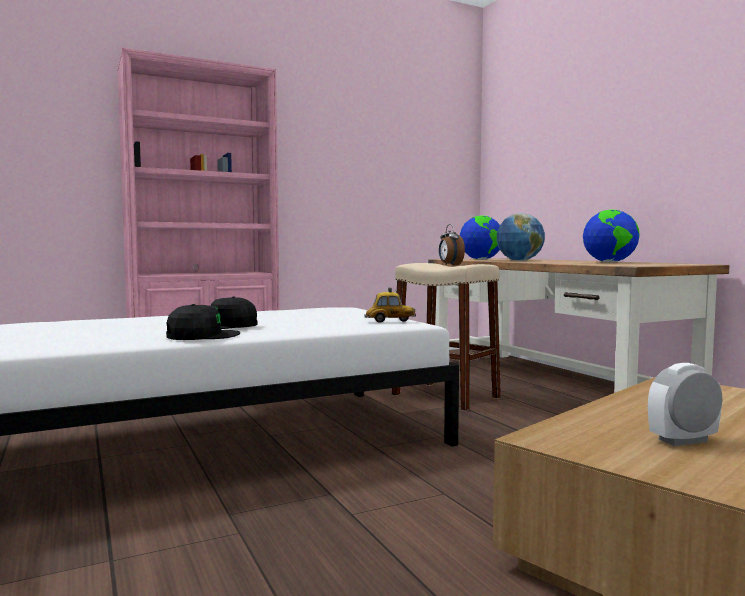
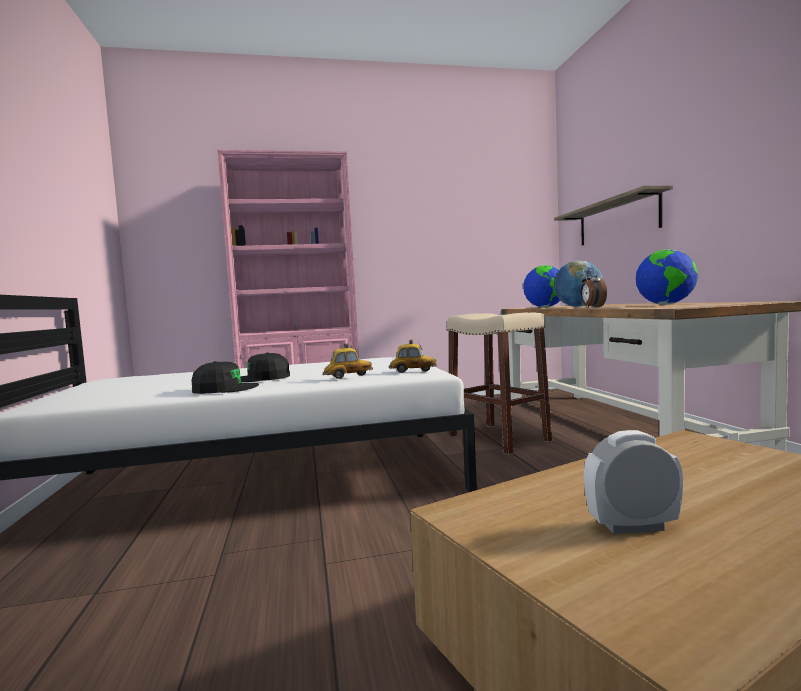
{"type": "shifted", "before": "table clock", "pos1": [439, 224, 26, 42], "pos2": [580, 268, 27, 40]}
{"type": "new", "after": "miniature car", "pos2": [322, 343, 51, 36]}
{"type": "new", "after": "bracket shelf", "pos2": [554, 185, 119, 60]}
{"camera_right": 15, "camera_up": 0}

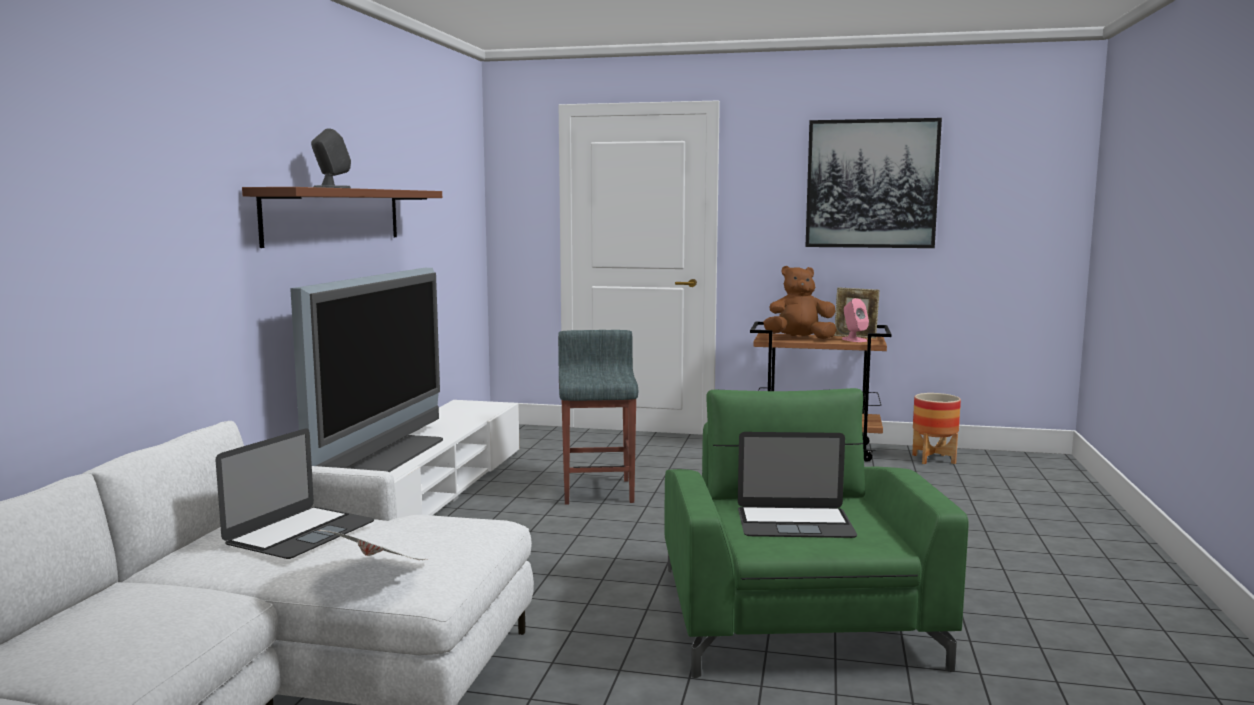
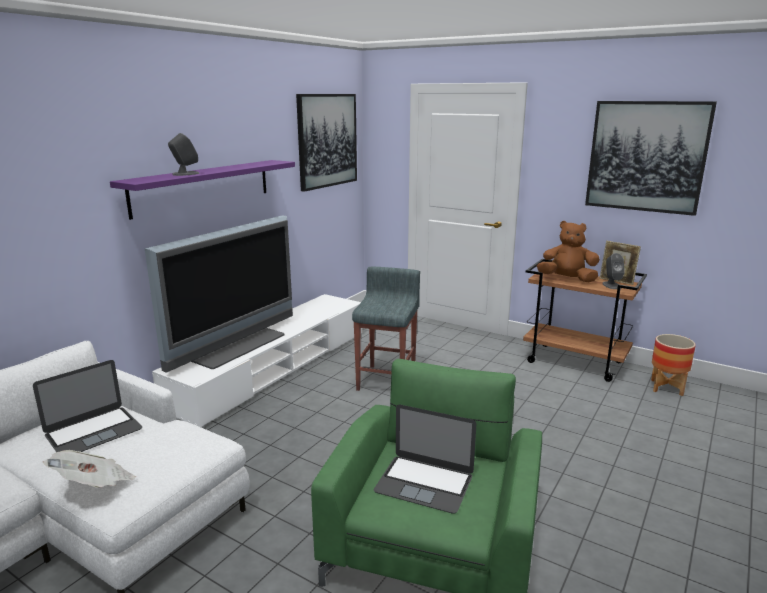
{"type": "repainted", "before": "brownish bracket shelf", "after": "purple-coloured bracket shelf", "pos1": [242, 187, 200, 61], "pos2": [110, 160, 185, 60]}
{"type": "repainted", "before": "pink speaker", "after": "grey speaker", "pos1": [842, 298, 27, 44], "pos2": [602, 253, 22, 36]}
{"type": "new", "after": "wall art", "pos2": [296, 94, 61, 98]}
{"camera_right": 20, "camera_up": 10}

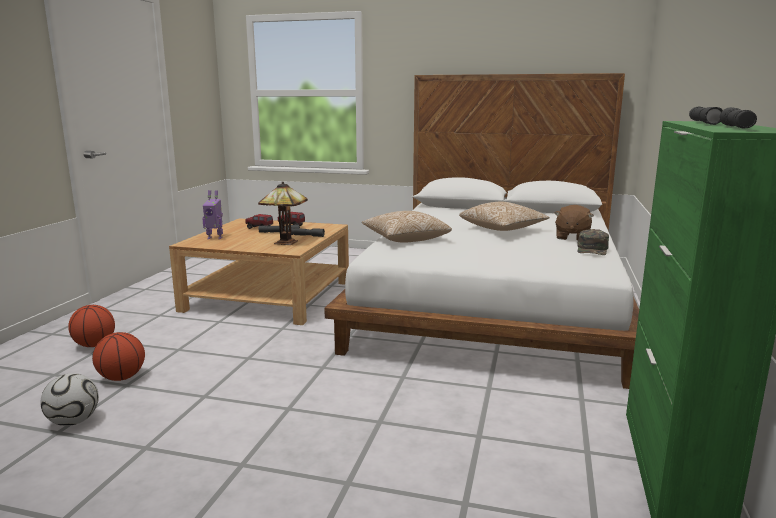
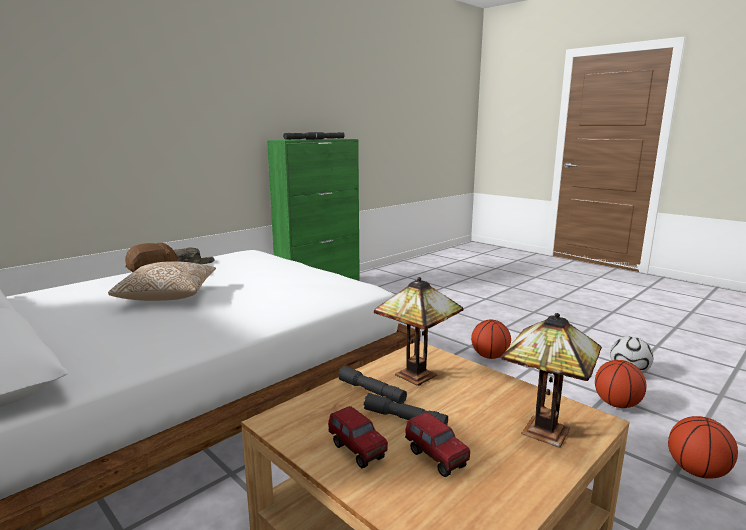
{"type": "swapped", "before": "toy robot", "after": "tabletop lamp", "pos1": [203, 190, 20, 49], "pos2": [502, 313, 100, 135]}
{"type": "gone", "before": "throw pillow", "pos1": [362, 211, 90, 32]}
{"type": "new", "after": "ball for basketball", "pos2": [471, 319, 40, 40]}
{"camera_right": -150, "camera_up": 0}

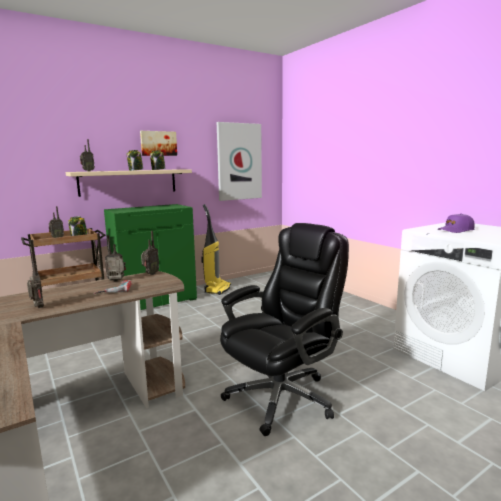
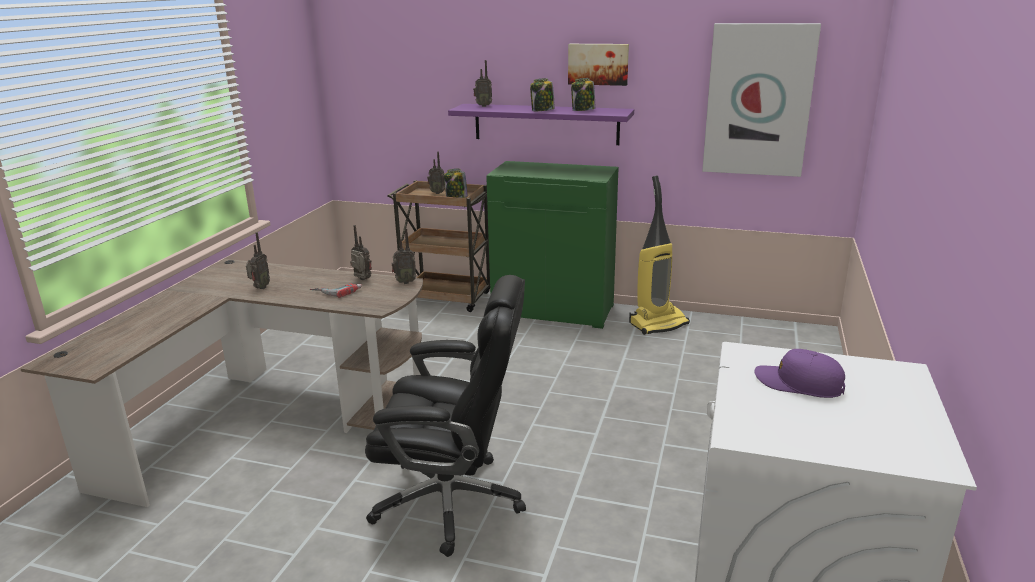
{"type": "repainted", "before": "beige bracket shelf", "after": "purple-coloured bracket shelf", "pos1": [66, 169, 126, 28], "pos2": [448, 104, 186, 41]}
{"camera_right": 50, "camera_up": 10}

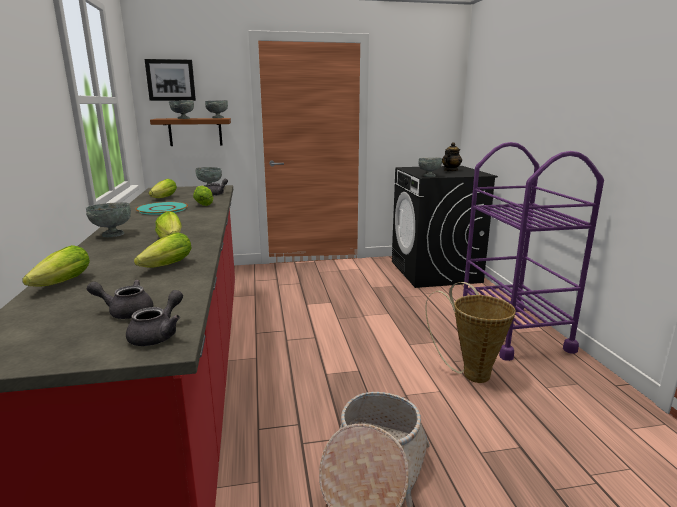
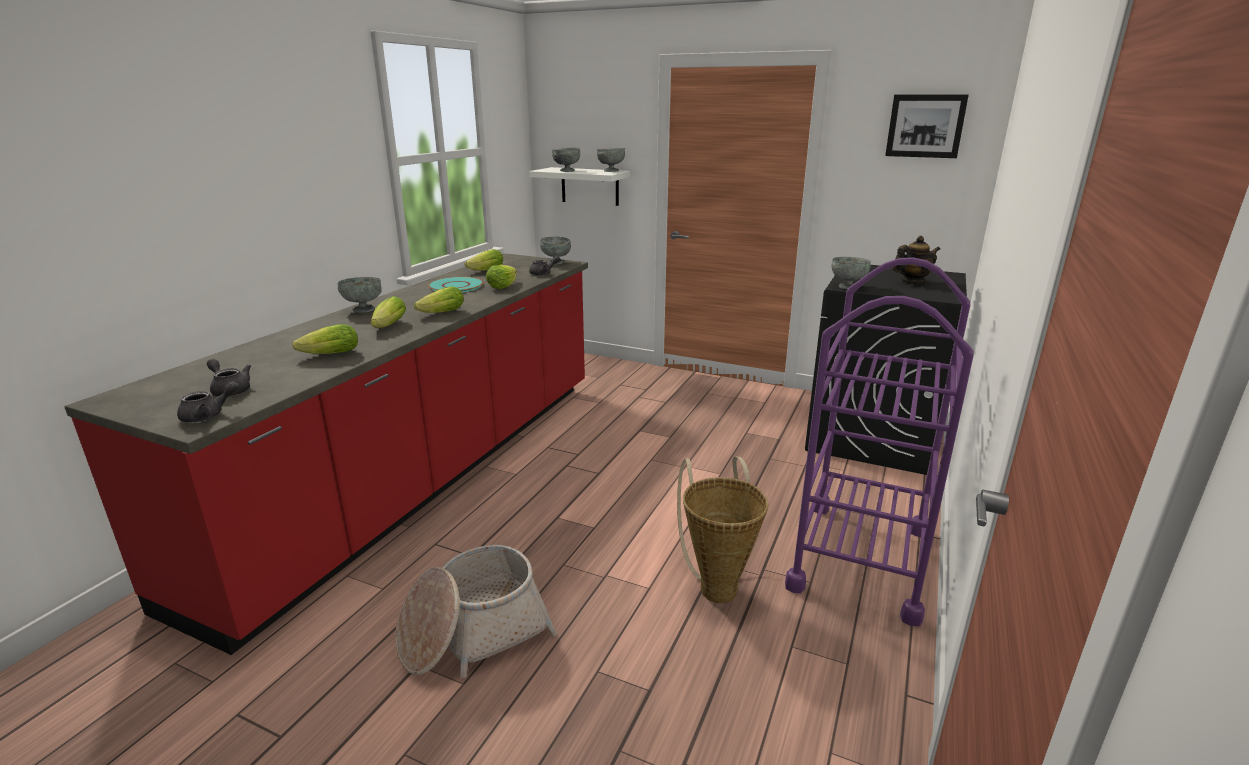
{"type": "shifted", "before": "head of lettuce", "pos1": [22, 245, 68, 42], "pos2": [414, 286, 50, 27]}
{"type": "shifted", "before": "wall art", "pos1": [145, 59, 51, 42], "pos2": [885, 94, 84, 64]}
{"type": "repainted", "before": "brownish bracket shelf", "after": "white-coloured bracket shelf", "pos1": [150, 118, 81, 28], "pos2": [529, 167, 101, 39]}
{"camera_right": 35, "camera_up": 5}

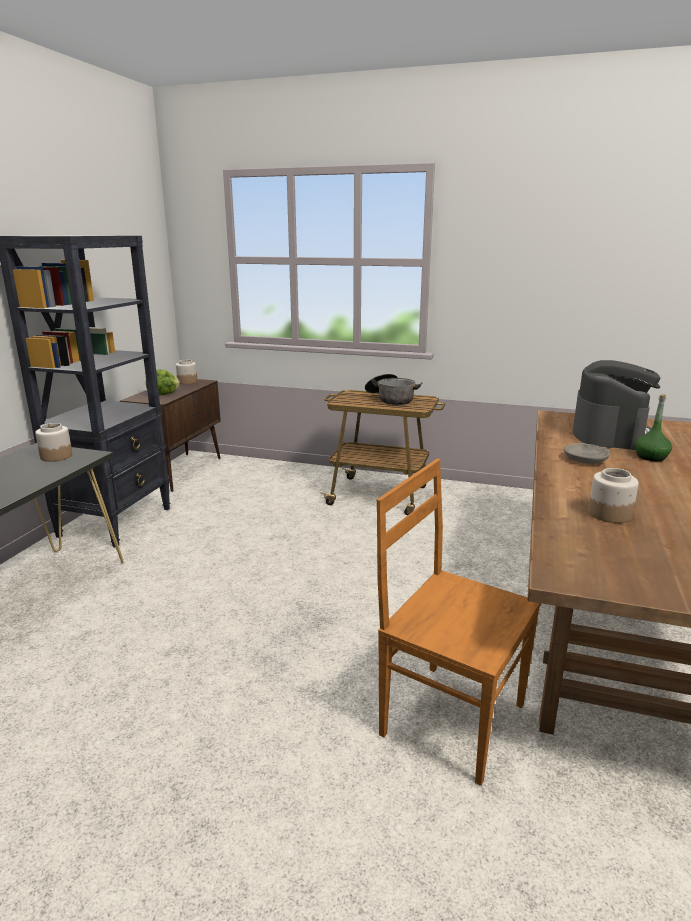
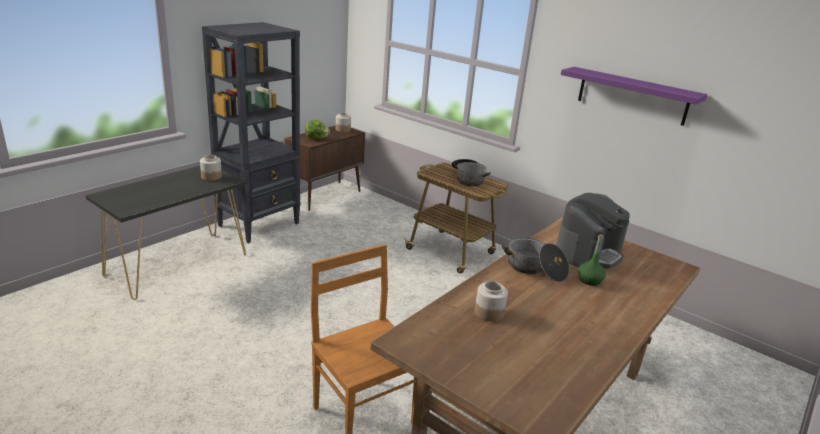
{"type": "swapped", "before": "grey deep dish", "after": "cooking pot", "pos1": [564, 443, 46, 21], "pos2": [502, 237, 67, 45]}
{"type": "new", "after": "purple-coloured bracket shelf", "pos2": [561, 67, 146, 59]}
{"camera_right": 20, "camera_up": 5}

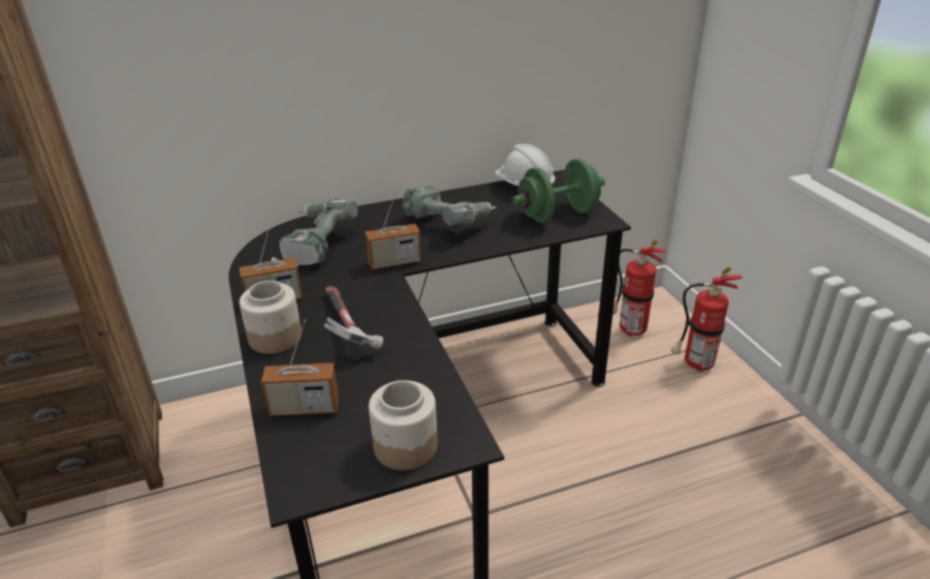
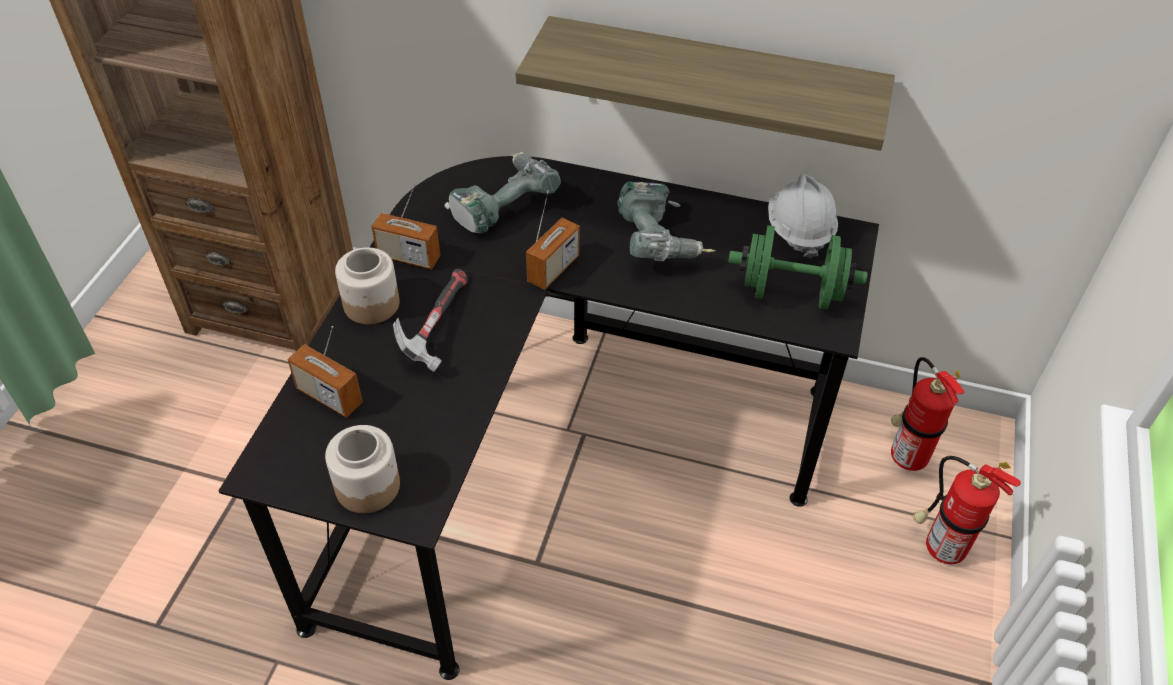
{"type": "rotated", "before": "radio set", "pos1": [365, 189, 57, 81], "pos2": [526, 191, 54, 99], "turn": -75}
{"type": "new", "after": "bracket shelf", "pos2": [516, 16, 379, 135]}
{"camera_right": 35, "camera_up": 15}

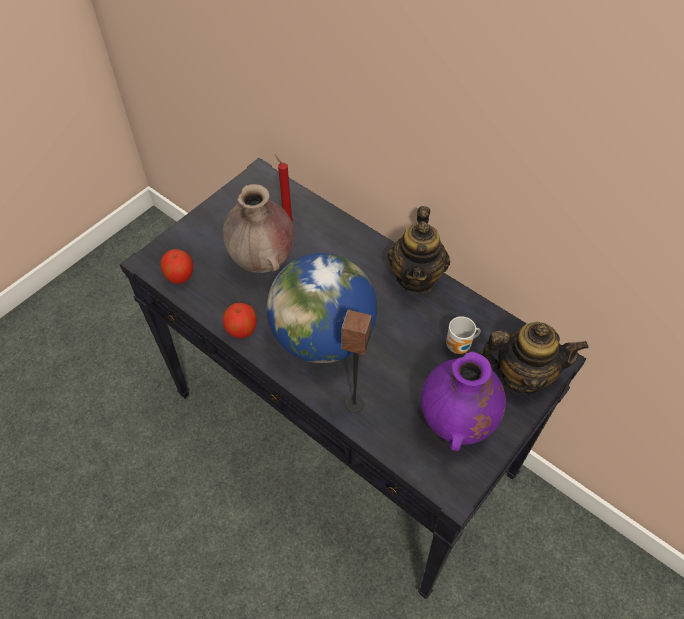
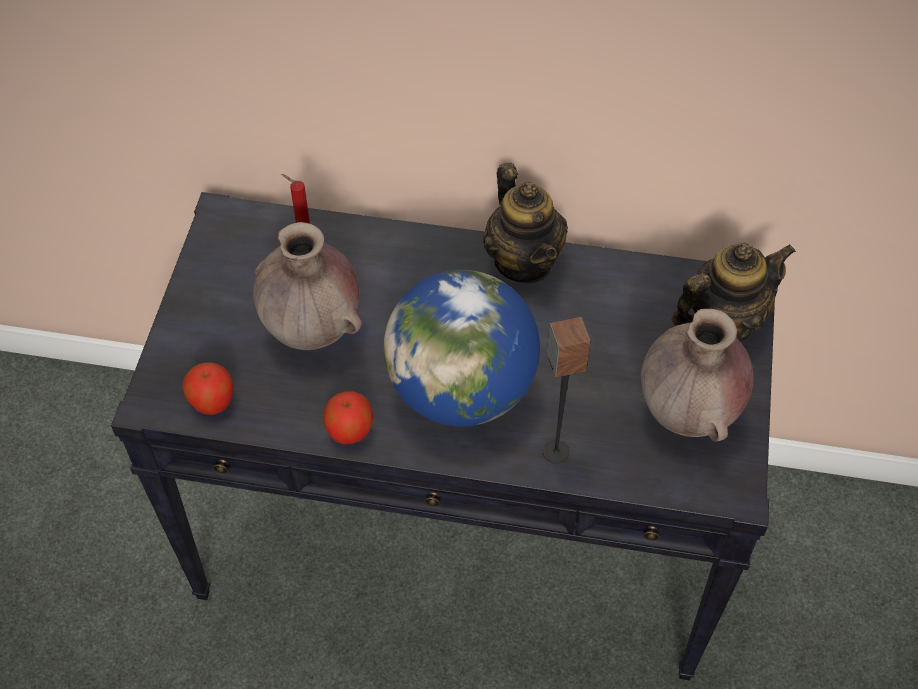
{"type": "repainted", "before": "purple-coloured flower vase", "after": "brownish flower vase", "pos1": [421, 352, 85, 99], "pos2": [641, 309, 112, 133]}
{"type": "gone", "before": "mug", "pos1": [446, 316, 35, 38]}
{"camera_right": -30, "camera_up": 0}

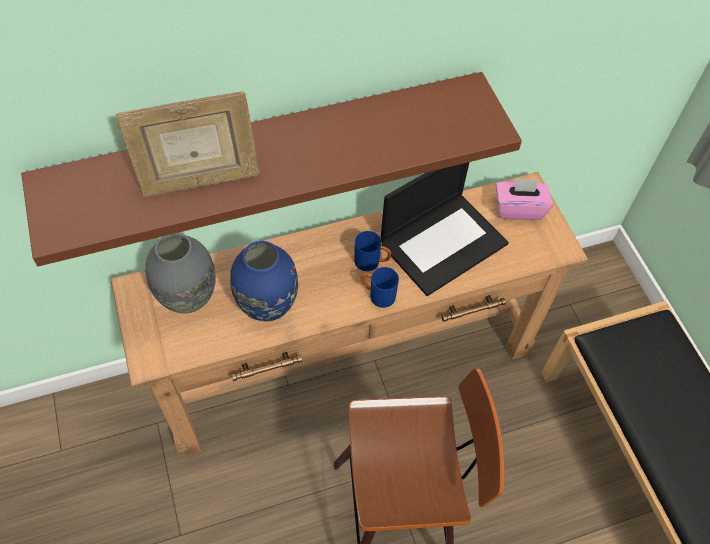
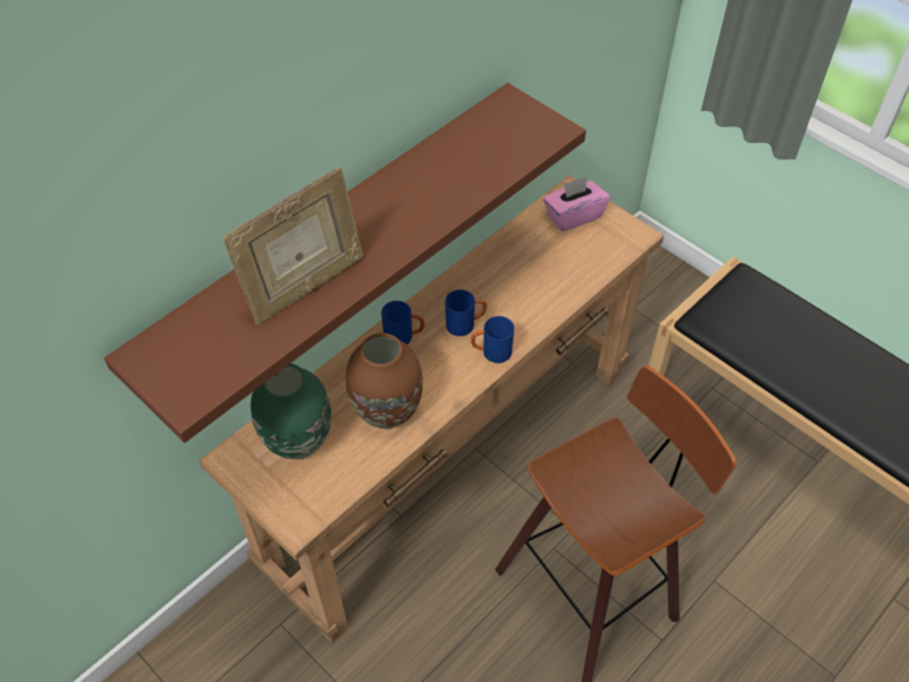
{"type": "repainted", "before": "grey flower vase", "after": "green-coloured flower vase", "pos1": [145, 233, 71, 80], "pos2": [251, 363, 80, 96]}
{"type": "repainted", "before": "blue-coloured flower vase", "after": "brownish flower vase", "pos1": [230, 241, 68, 81], "pos2": [346, 333, 77, 96]}
{"type": "gone", "before": "laptop", "pos1": [380, 162, 129, 134]}
{"type": "new", "after": "blue-coloured mug", "pos2": [381, 301, 43, 43]}
{"camera_right": -25, "camera_up": -5}

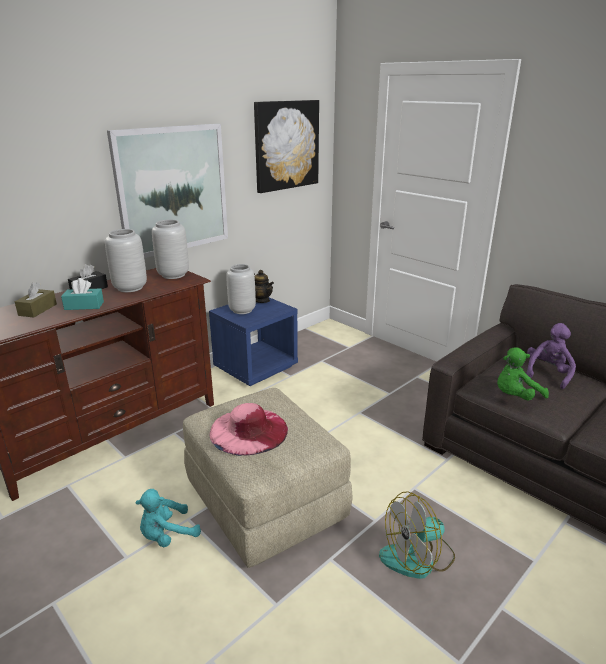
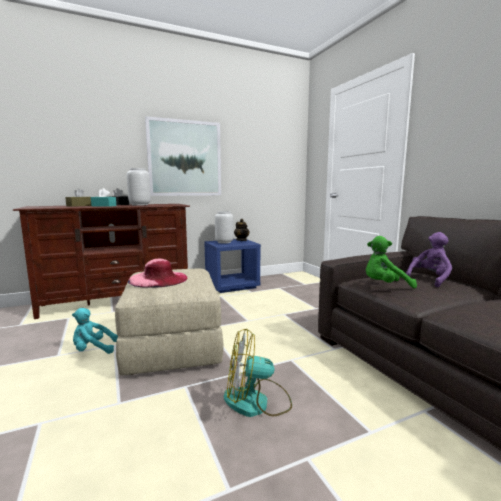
{"type": "gone", "before": "grey flower vase", "pos1": [152, 220, 37, 59]}
{"type": "gone", "before": "wall art", "pos1": [254, 100, 65, 93]}
{"camera_right": 20, "camera_up": -15}

